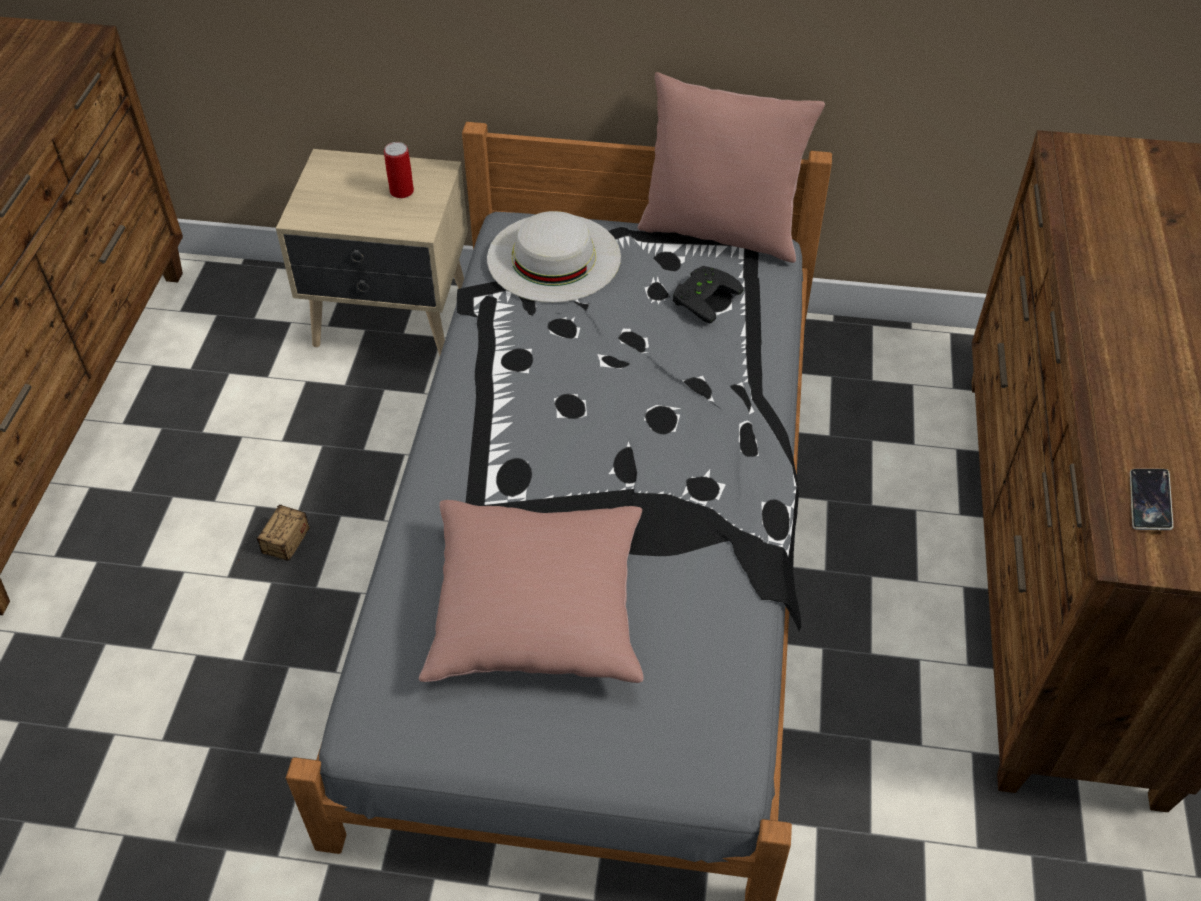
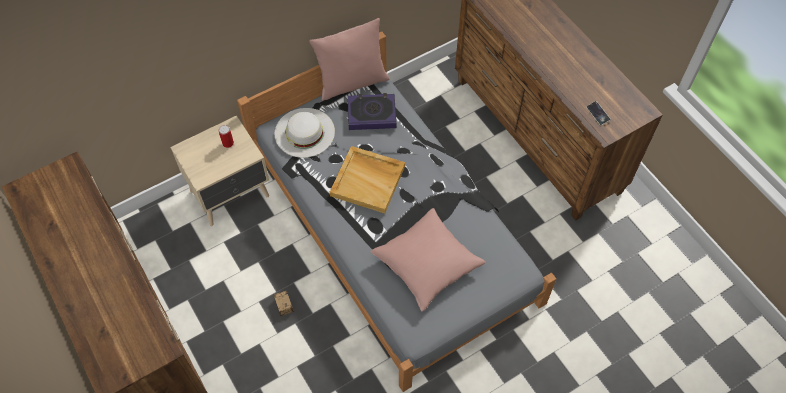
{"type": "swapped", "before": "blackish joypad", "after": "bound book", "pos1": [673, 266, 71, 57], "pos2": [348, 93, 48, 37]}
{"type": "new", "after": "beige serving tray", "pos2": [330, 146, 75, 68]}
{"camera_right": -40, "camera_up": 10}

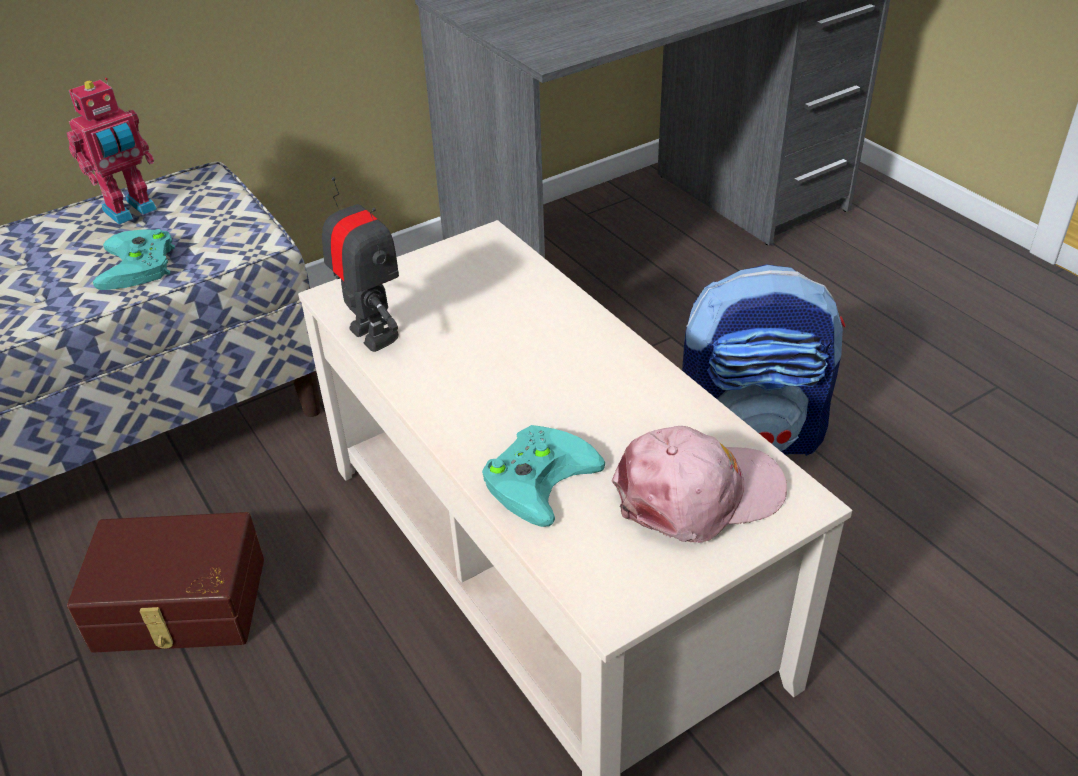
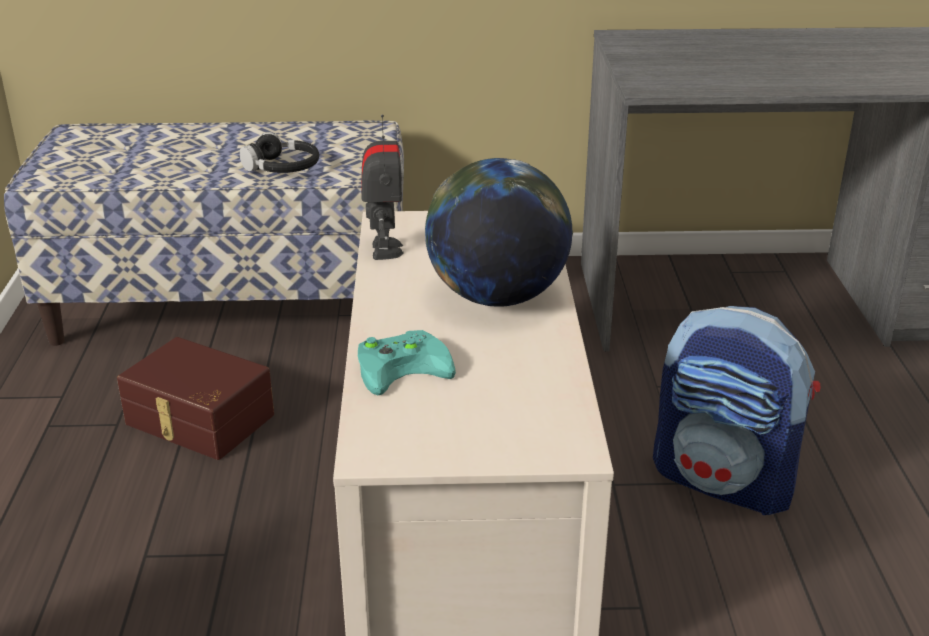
{"type": "gone", "before": "toy robot", "pos1": [67, 78, 90, 147]}
{"type": "swapped", "before": "turquoise-coloured joypad", "after": "blackish headphones", "pos1": [93, 229, 82, 61], "pos2": [239, 132, 80, 41]}
{"type": "gone", "before": "pink cap", "pos1": [612, 426, 175, 117]}
{"type": "new", "after": "world globe", "pos2": [425, 158, 148, 149]}
{"camera_right": 30, "camera_up": -10}

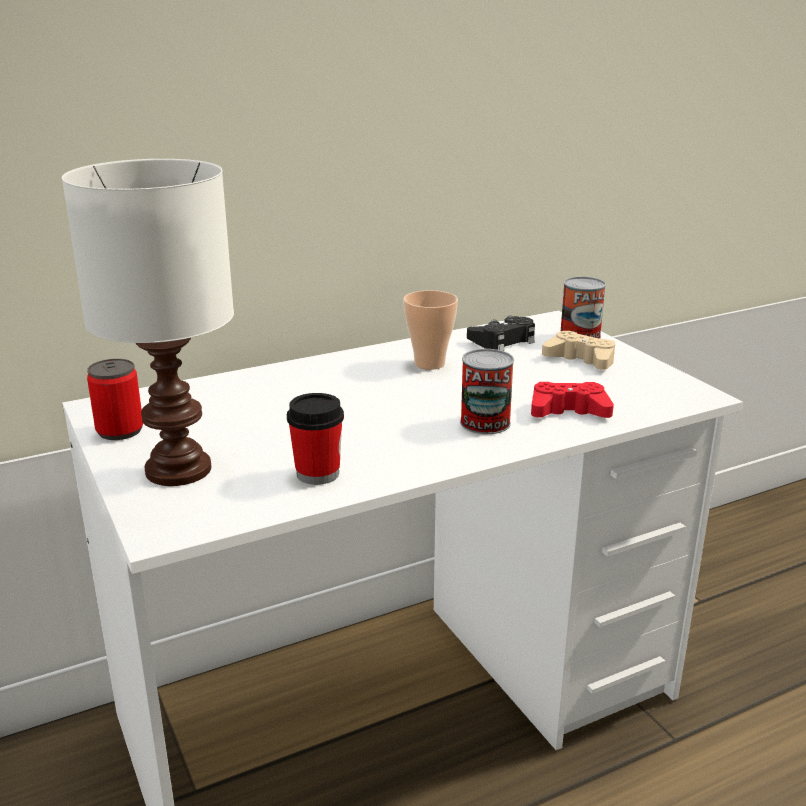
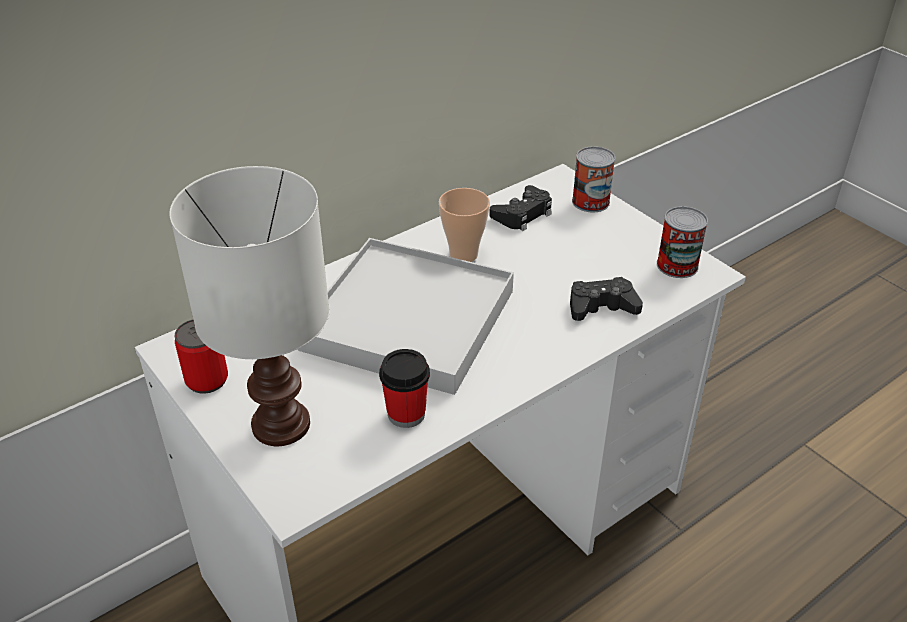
{"type": "shifted", "before": "metal can", "pos1": [460, 349, 54, 85], "pos2": [657, 206, 51, 72]}
{"type": "repainted", "before": "reddish joypad", "after": "blackish joypad", "pos1": [531, 382, 83, 36], "pos2": [570, 277, 73, 44]}
{"type": "gone", "before": "beige joypad", "pos1": [542, 331, 73, 39]}
{"type": "new", "after": "white-coloured serving tray", "pos2": [298, 238, 216, 157]}
{"camera_right": -10, "camera_up": 15}

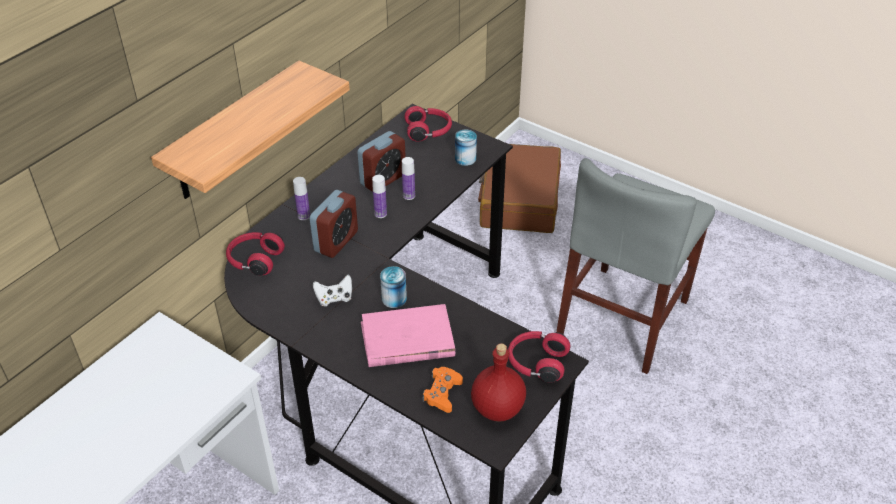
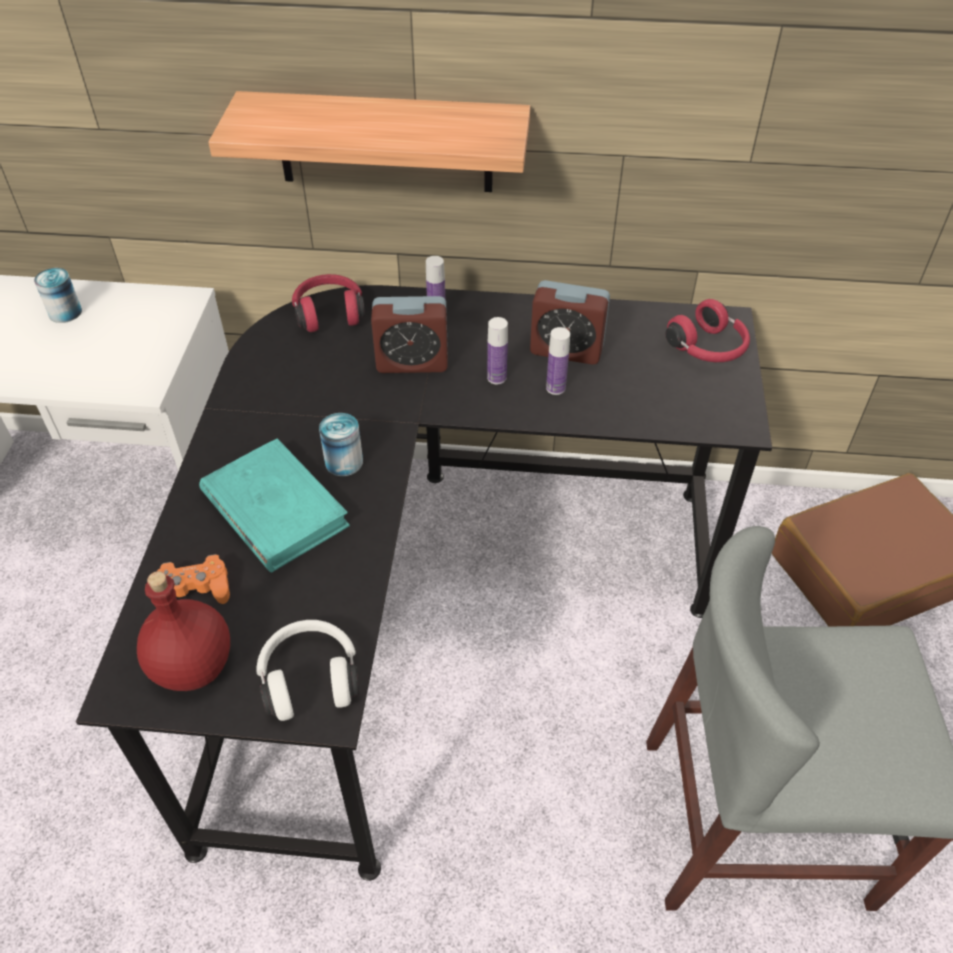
{"type": "gone", "before": "white-coloured joypad", "pos1": [313, 275, 39, 31]}
{"type": "repainted", "before": "pink bound book", "after": "turquoise-coloured bound book", "pos1": [361, 304, 94, 63], "pos2": [199, 438, 151, 134]}
{"type": "shifted", "before": "metal can", "pos1": [455, 130, 22, 36], "pos2": [34, 268, 48, 55]}
{"type": "repainted", "before": "reddish headphones", "after": "white-coloured headphones", "pos1": [508, 331, 62, 52], "pos2": [257, 620, 103, 101]}
{"camera_right": 60, "camera_up": 5}

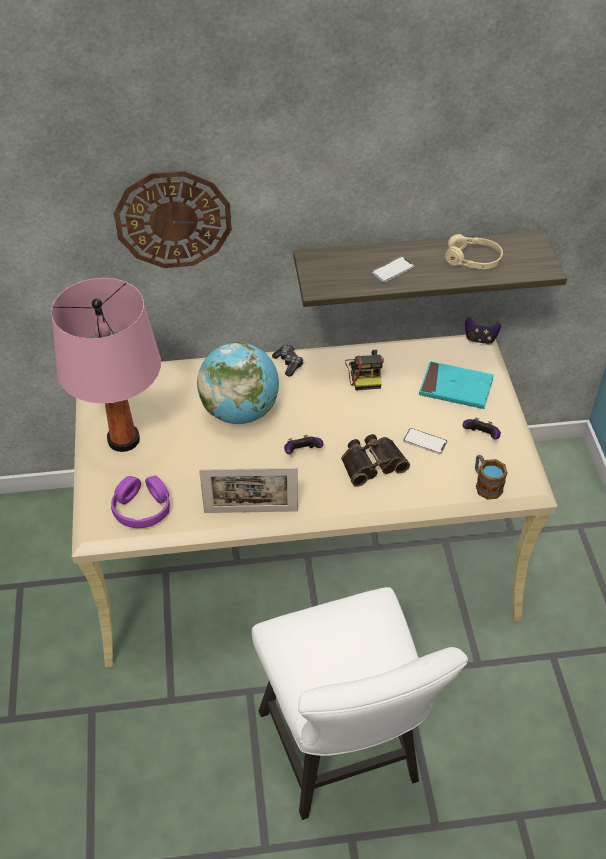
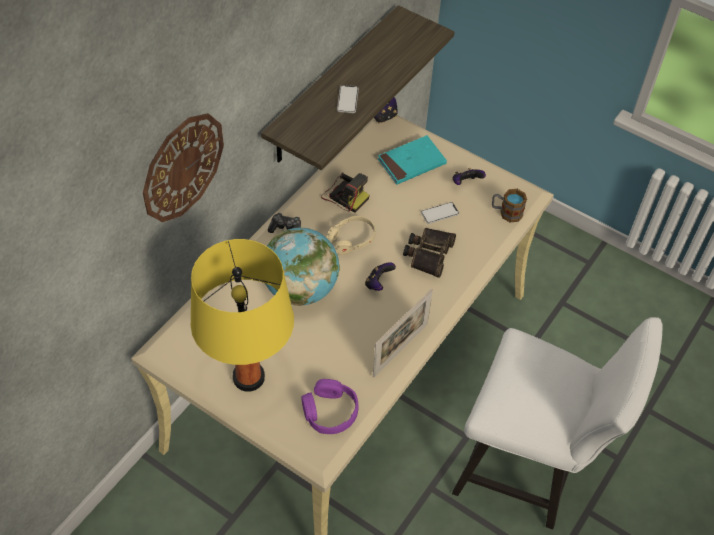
{"type": "repainted", "before": "pink tabletop lamp", "after": "yellowish tabletop lamp", "pos1": [51, 278, 110, 174], "pos2": [190, 239, 104, 153]}
{"type": "shifted", "before": "beige headphones", "pos1": [445, 234, 58, 35], "pos2": [326, 216, 50, 39]}
{"camera_right": -50, "camera_up": 5}

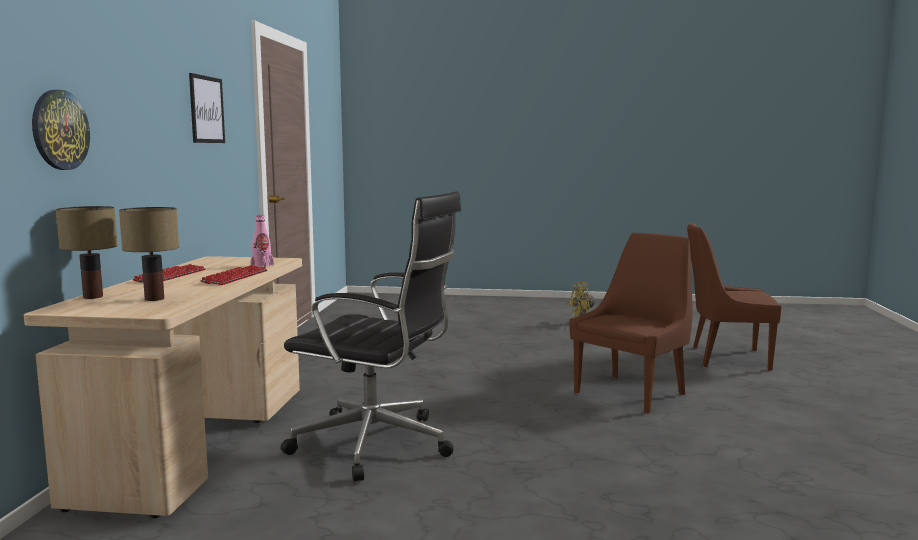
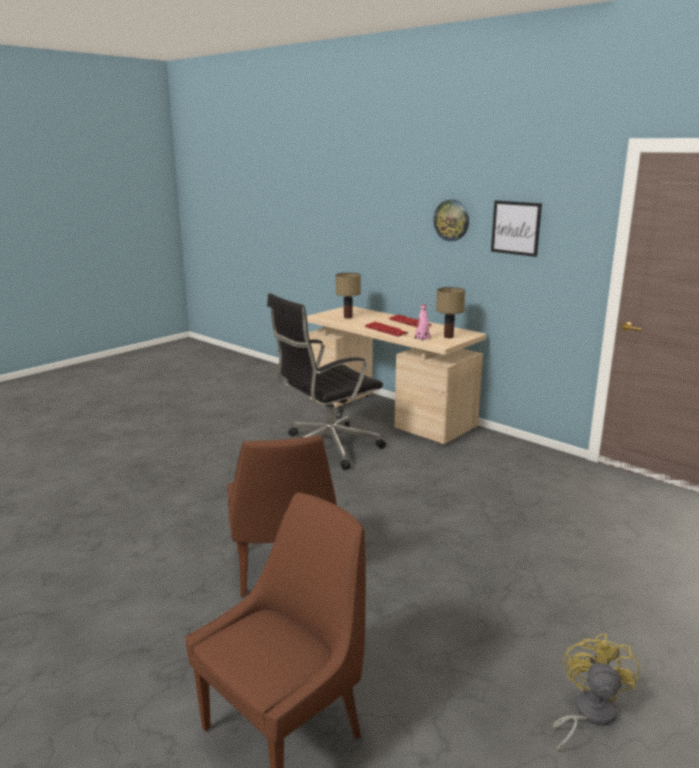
{"type": "shifted", "before": "hanging clock", "pos1": [32, 90, 58, 80], "pos2": [433, 200, 36, 41]}
{"type": "shifted", "before": "tabletop lamp", "pos1": [56, 206, 62, 93], "pos2": [436, 287, 29, 51]}
{"camera_right": 125, "camera_up": 10}

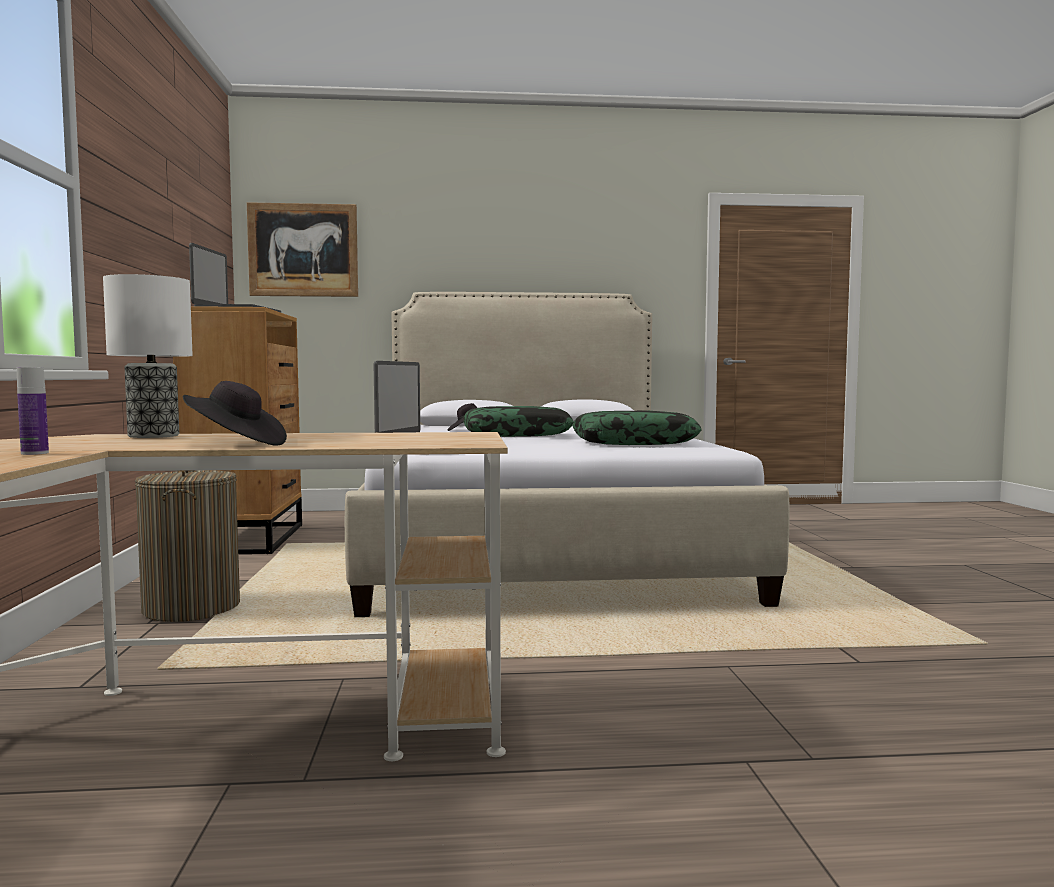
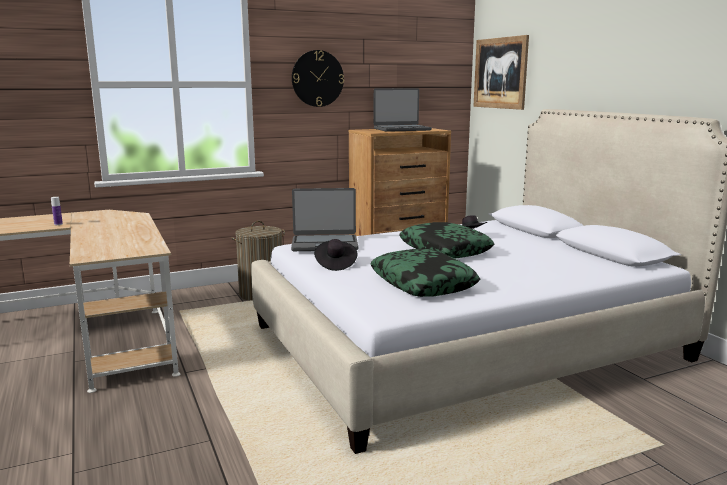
{"type": "gone", "before": "tabletop lamp", "pos1": [103, 274, 90, 164]}
{"type": "shifted", "before": "blackish hat", "pos1": [183, 381, 104, 65], "pos2": [314, 239, 43, 32]}
{"type": "new", "after": "hanging clock", "pos2": [292, 50, 52, 57]}
{"camera_right": 70, "camera_up": 10}

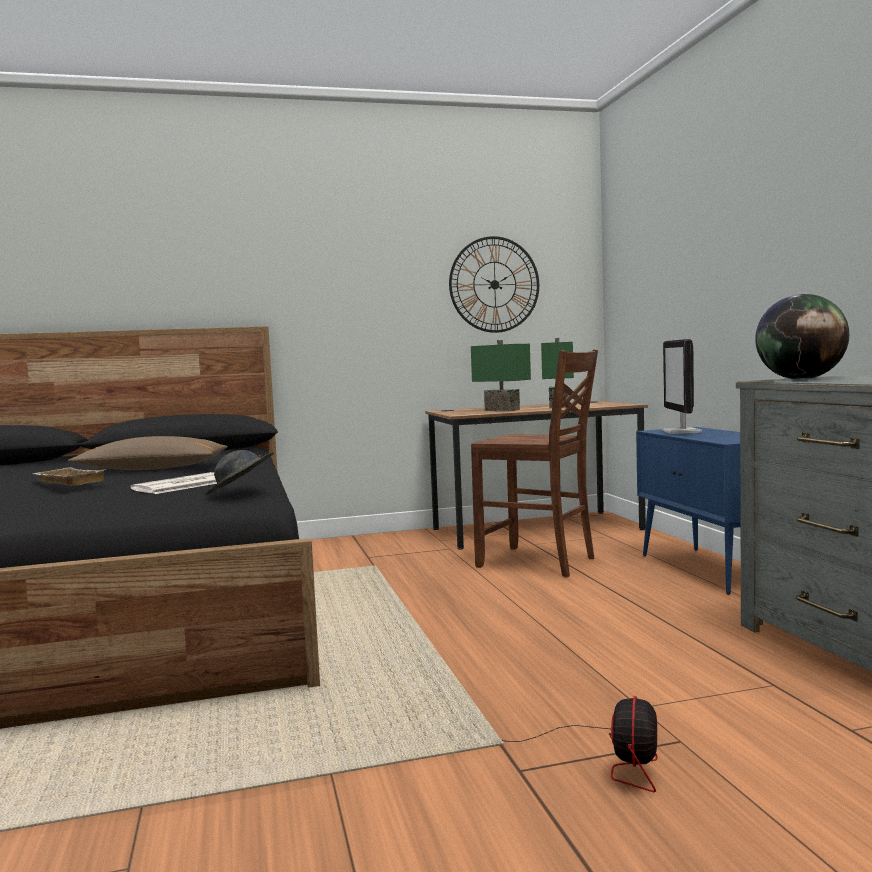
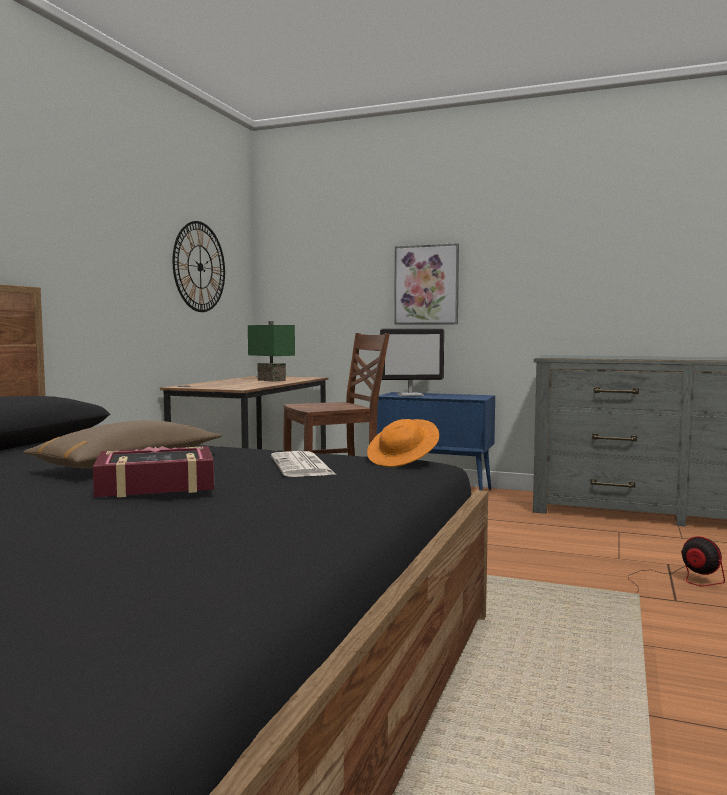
{"type": "swapped", "before": "beige serving tray", "after": "bound book", "pos1": [33, 467, 73, 19], "pos2": [93, 446, 121, 51]}
{"type": "repainted", "before": "grey hat", "after": "orangey hat", "pos1": [205, 450, 69, 45], "pos2": [367, 419, 72, 48]}
{"type": "gone", "before": "green-coloured tabletop lamp", "pos1": [471, 340, 60, 71]}
{"type": "rotated", "before": "monitor", "pos1": [662, 339, 40, 95], "pos2": [380, 329, 64, 67], "turn": -45}
{"type": "gone", "before": "world globe", "pos1": [755, 294, 94, 86]}
{"type": "new", "after": "wall art", "pos2": [394, 243, 65, 82]}
{"camera_right": -55, "camera_up": 0}

